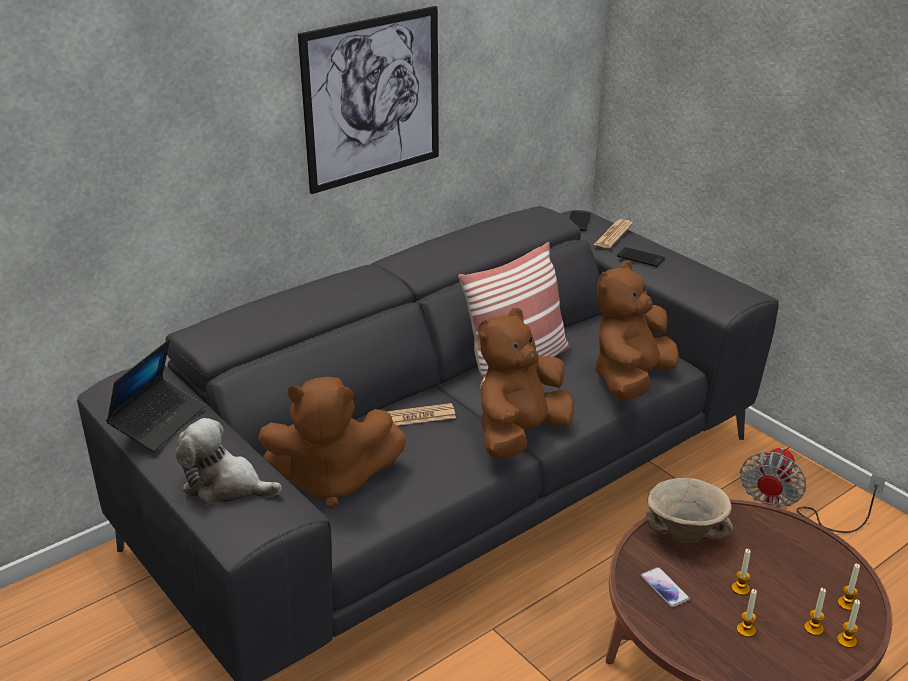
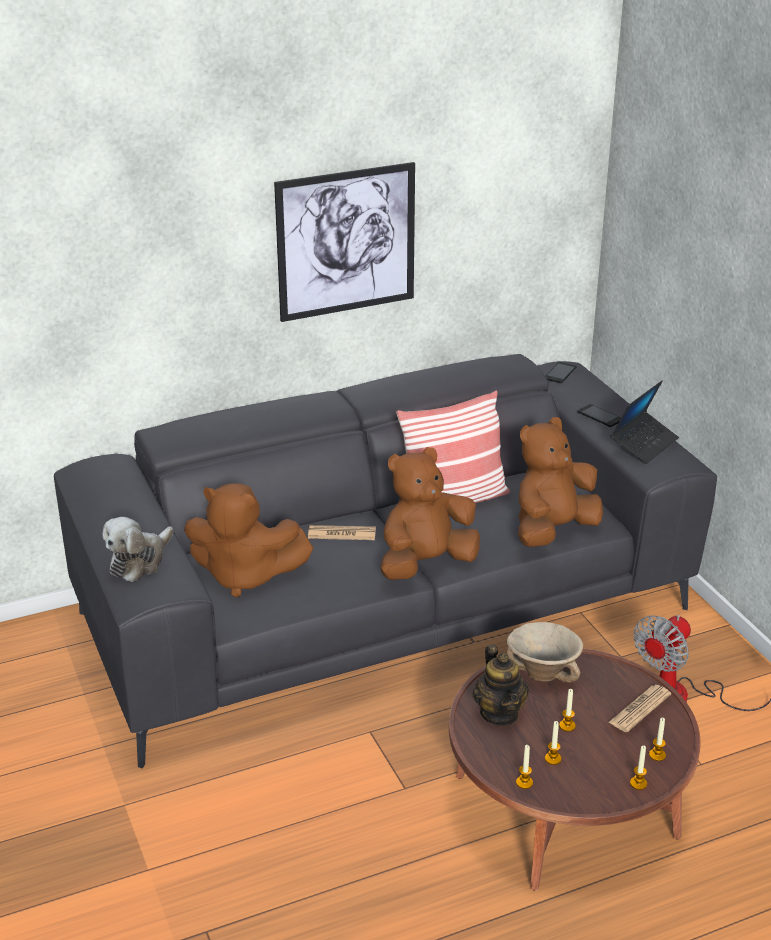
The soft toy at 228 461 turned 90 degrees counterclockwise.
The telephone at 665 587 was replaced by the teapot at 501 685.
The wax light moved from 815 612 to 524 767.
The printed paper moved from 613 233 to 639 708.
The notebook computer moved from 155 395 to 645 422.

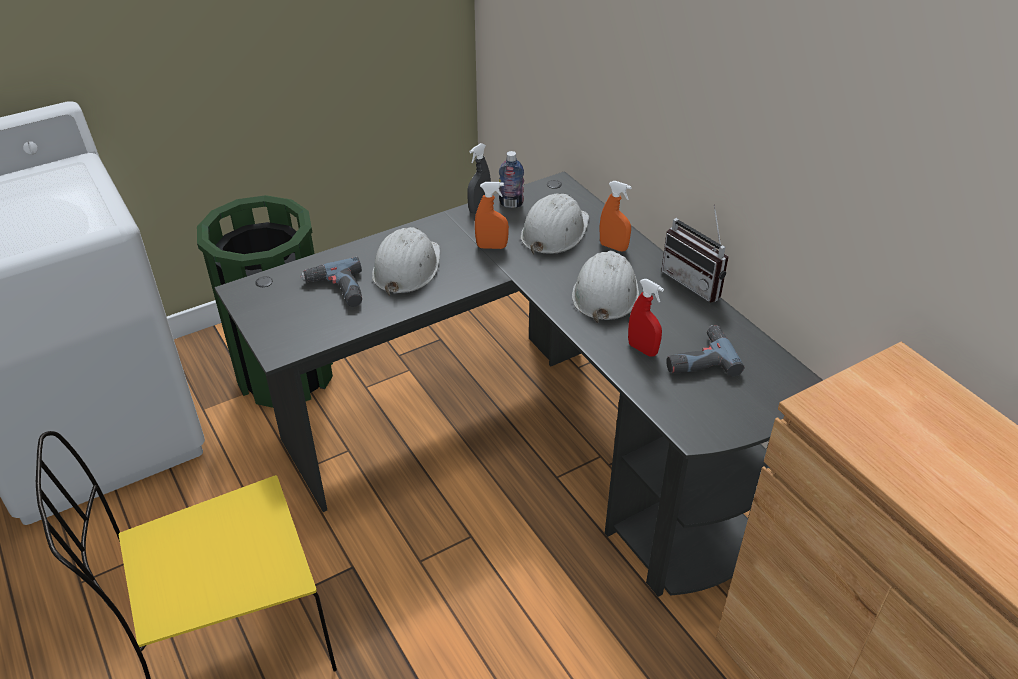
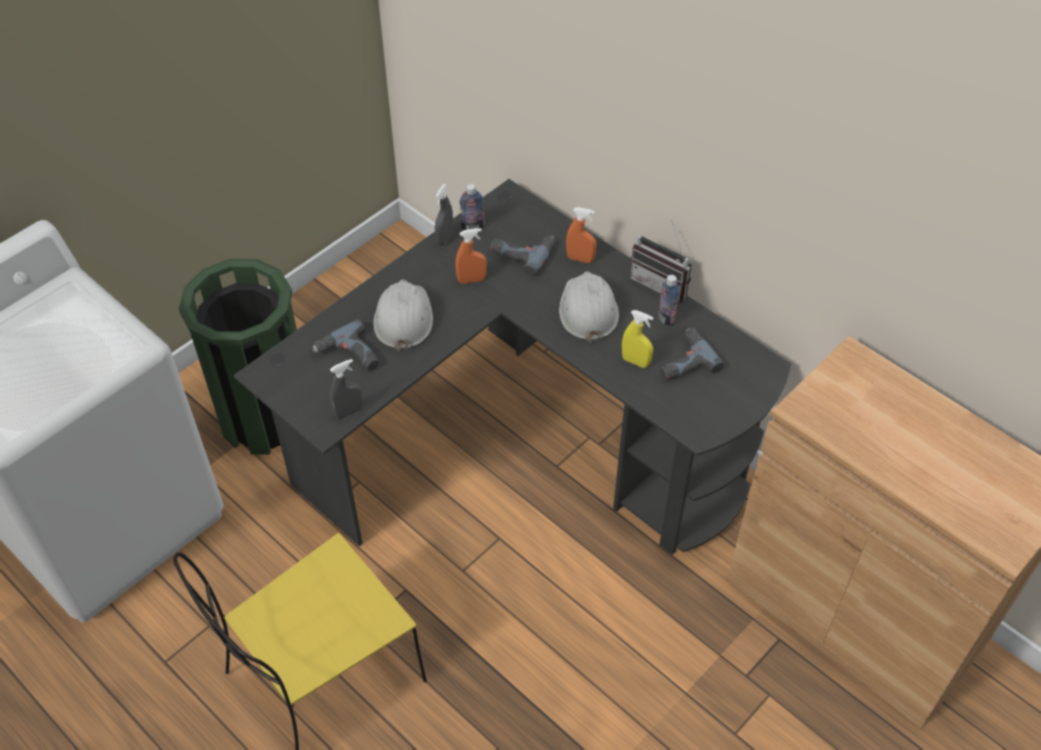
The greyish sprayer at 346 389 appeared.
The white-coloured hard hat at 554 224 was replaced by the power drill at 522 255.
The red-coloured sprayer at 646 318 became the yellow sprayer at 637 339.
The drink bottle at 668 300 appeared.

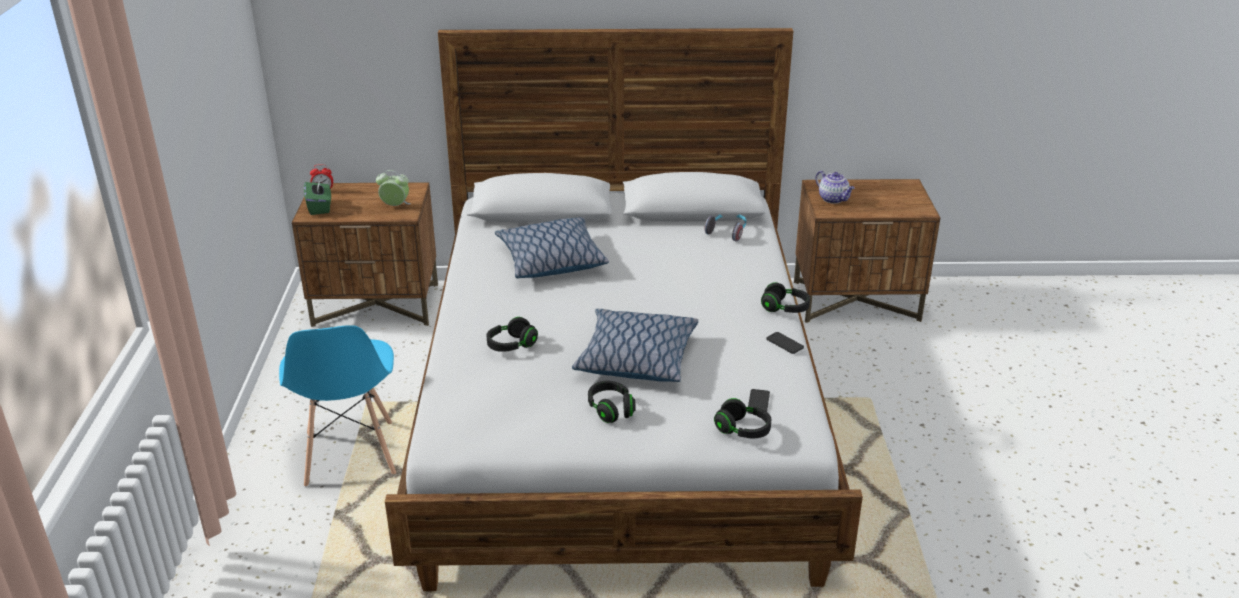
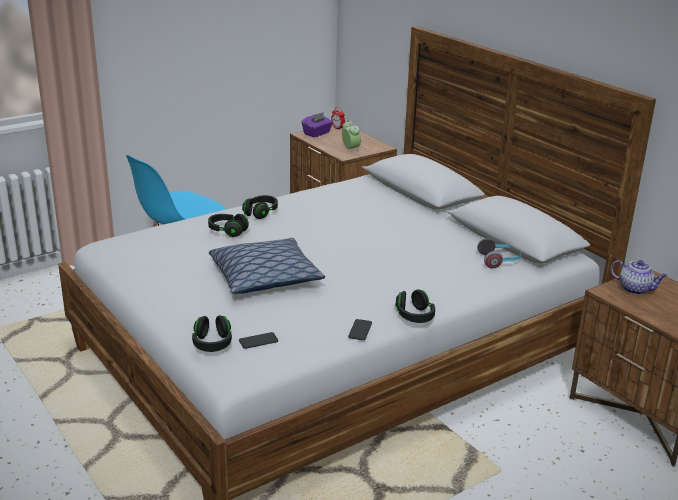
The black headset moved from 611 402 to 260 207.
The greenish box of tissues at 317 197 became the purple-coloured box of tissues at 317 124.
The teapot at 835 187 turned 75 degrees counterclockwise.
The pillow at 552 247 disappeared.

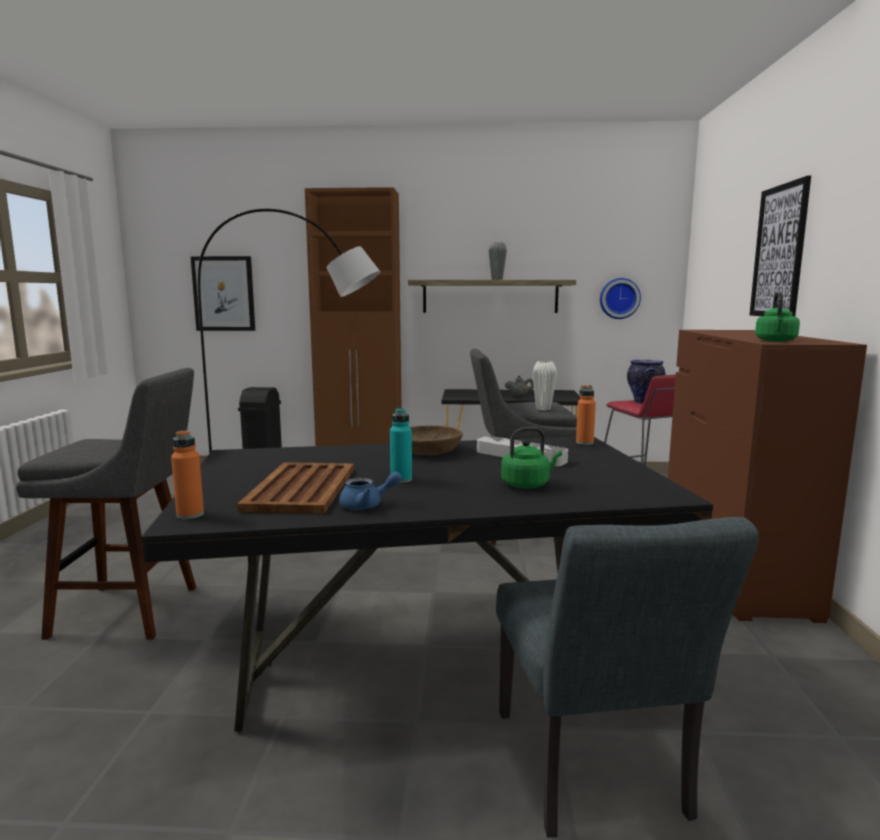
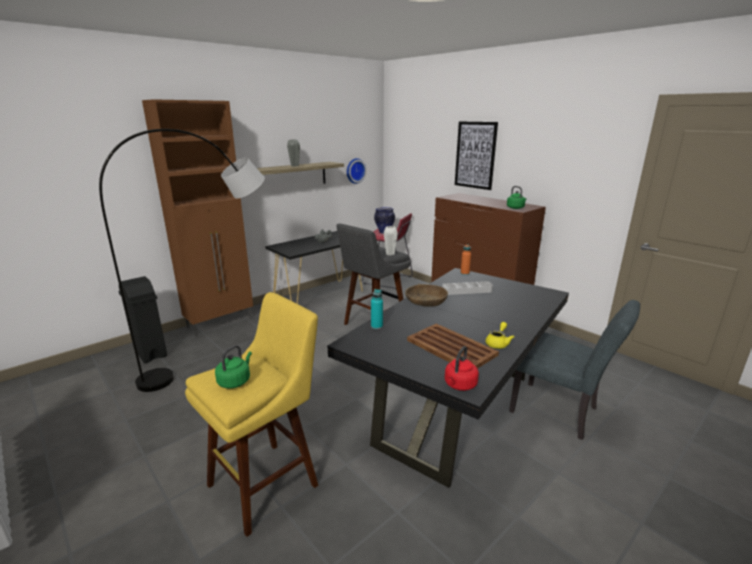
The greyish stool at 106 504 became the yellow stool at 251 414.
The greenish kettle moved from 531 458 to 233 367.
The turquoise drink bottle moved from 401 445 to 377 309.
The orange-coloured drink bottle at 187 474 was replaced by the red-coloured kettle at 462 368.
The bluish teapot at 370 490 became the yellow teapot at 500 335.
The picture at 223 293 disappeared.

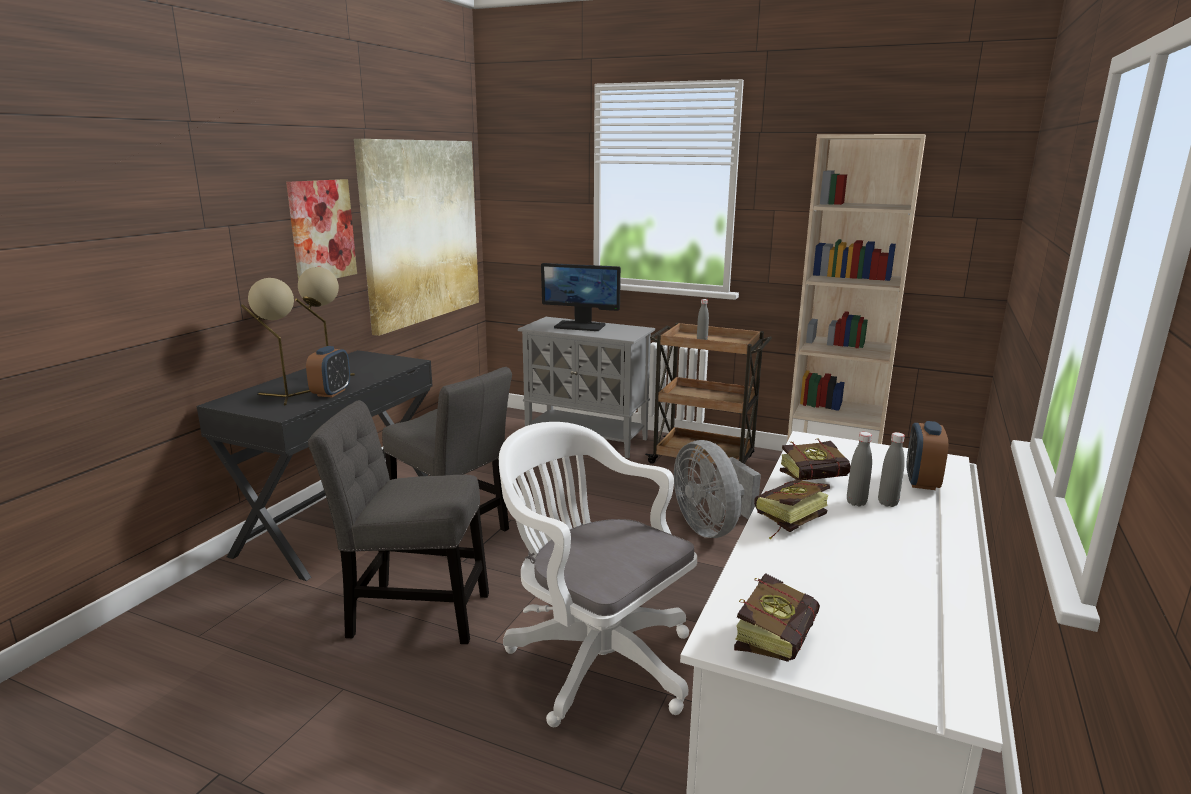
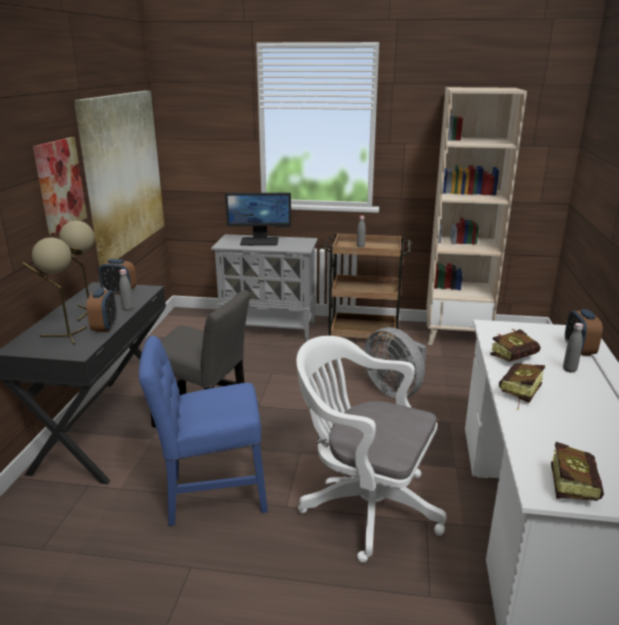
The table clock at 117 277 appeared.
The greyish drink bottle moved from 859 469 to 126 290.
The greyish upright chair at 398 522 became the bluish upright chair at 203 431.

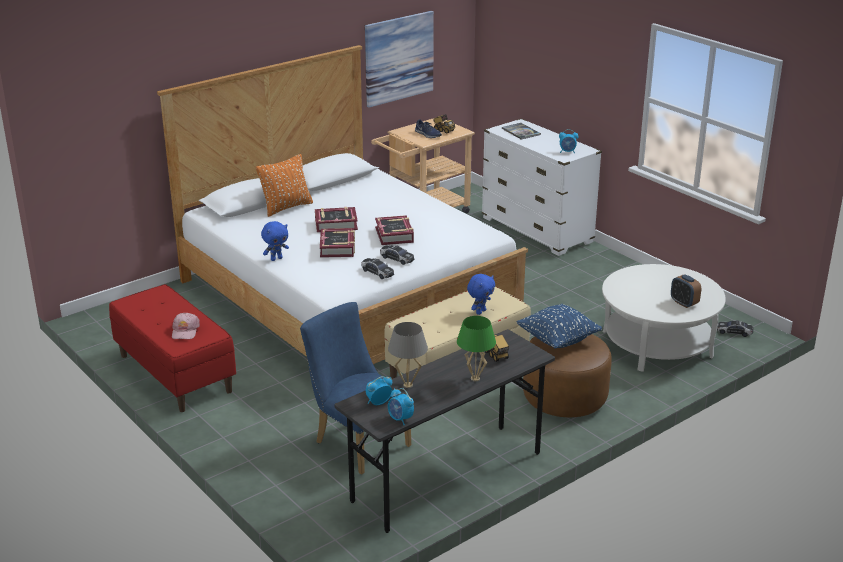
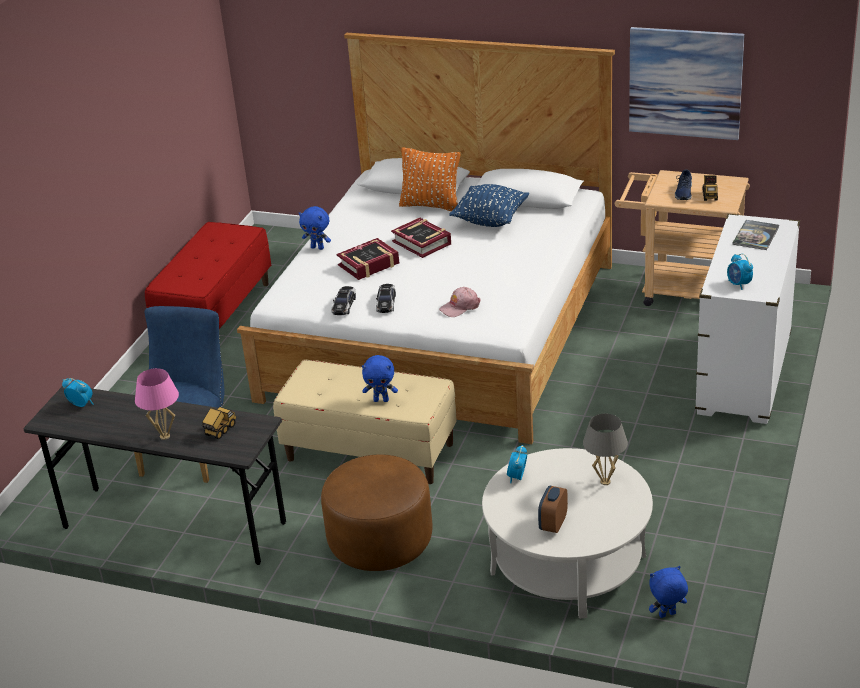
The greenish tabletop lamp at 476 348 became the pinkish tabletop lamp at 157 404.
The pinkish baseball cap moved from 186 326 to 460 302.
The bluish pillow moved from 559 326 to 489 205.
The table clock moved from 401 406 to 517 464.
The greyish tabletop lamp moved from 408 355 to 605 449.
The model car at 735 328 was replaced by the bluish soft toy at 668 592.
The volume at 394 230 disappeared.

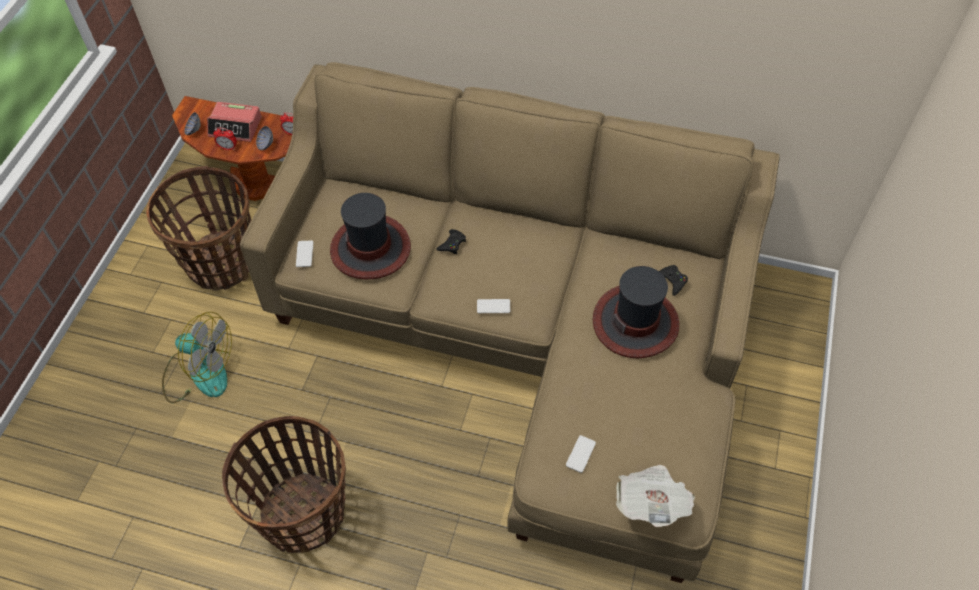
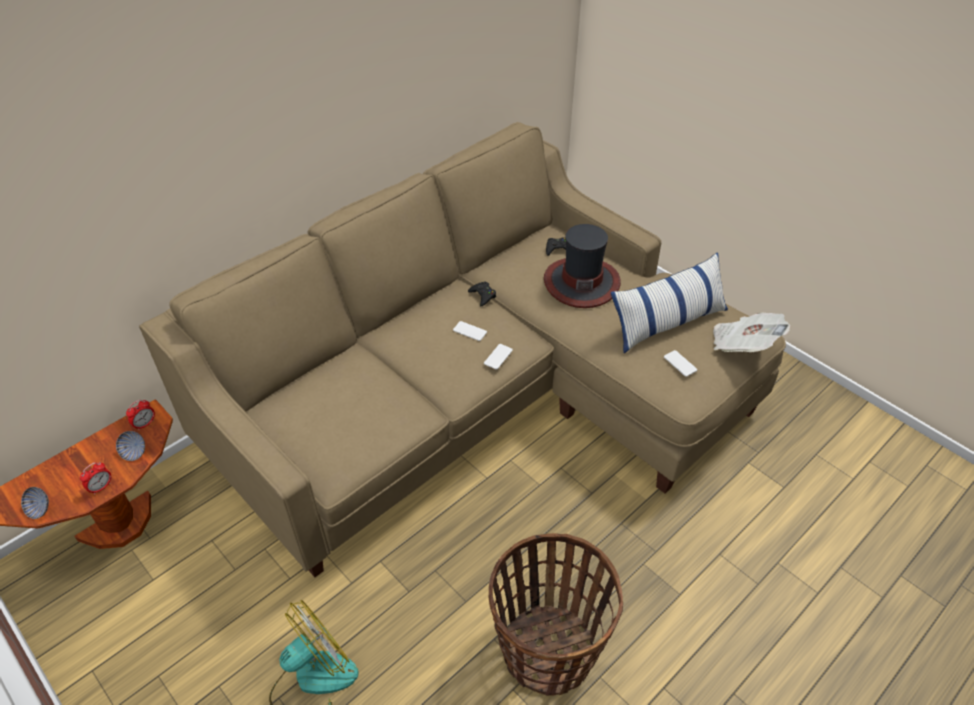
The telephone moved from 304 253 to 470 331.
The black game controller moved from 451 241 to 482 293.
The pillow at 669 302 appeared.
The storage basket at 198 228 disappeared.
The table clock at 234 122 disappeared.
The wearable hat at 370 236 disappeared.

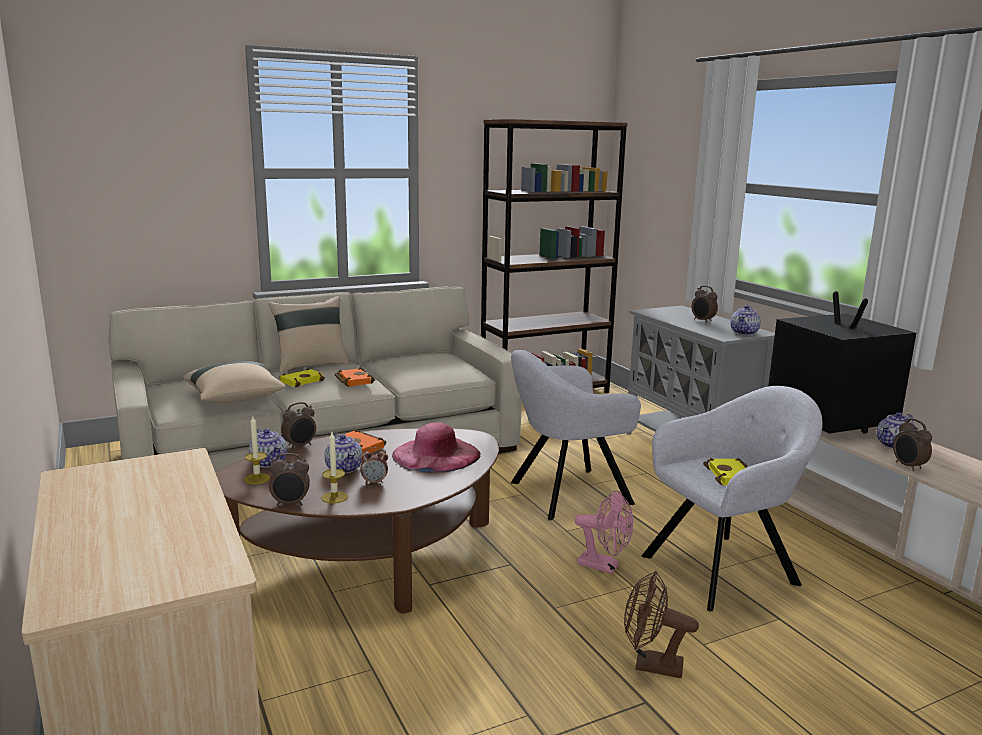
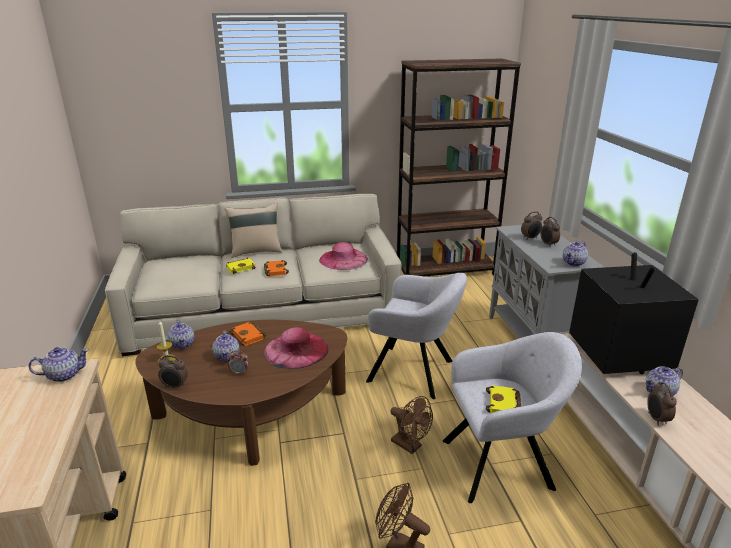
The teapot at 59 364 appeared.
The pinkish wearable hat at 343 256 appeared.
The greyish lounge chair at 576 435 turned 150 degrees counterclockwise.
The pinkish cooling fan at 604 532 became the brown cooling fan at 411 425.
The table clock moved from 298 425 to 531 225.
The sand-coloured pillow at 234 382 disappeared.
The wax light at 334 467 disappeared.

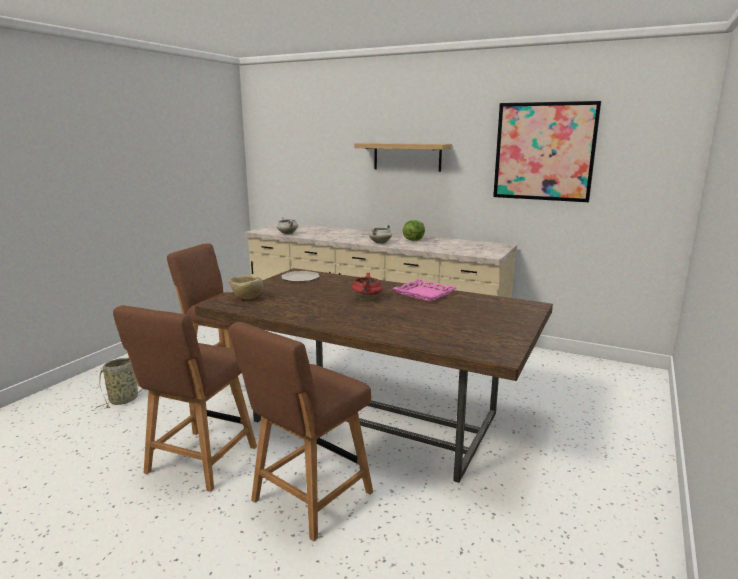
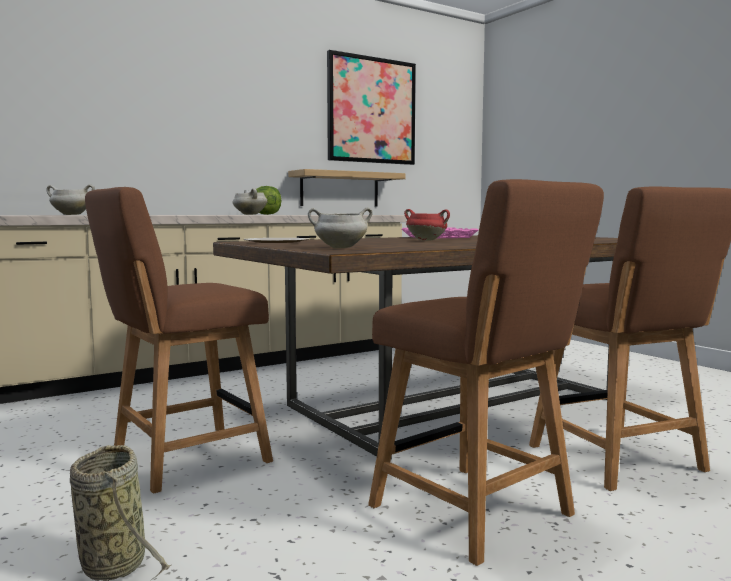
The wall shelf moved from 403 157 to 347 188.
The sand-coloured serving bowl at 246 287 was replaced by the white-coloured stockpot at 340 228.

